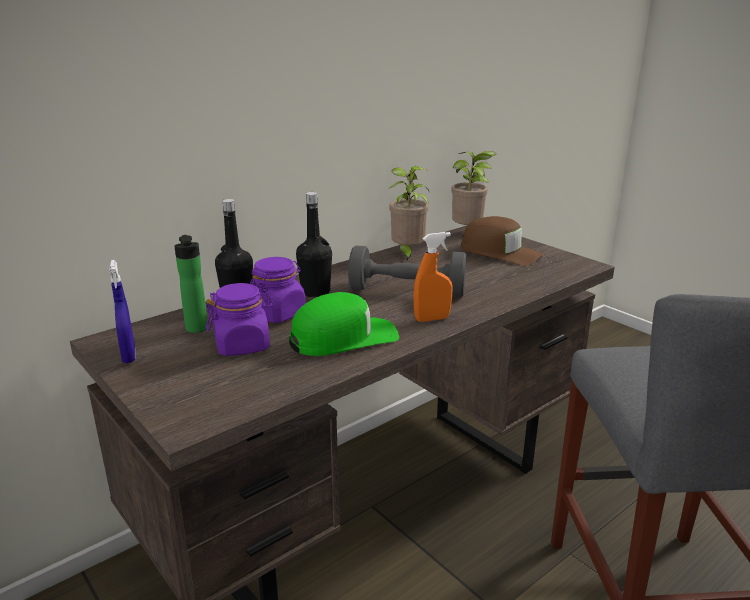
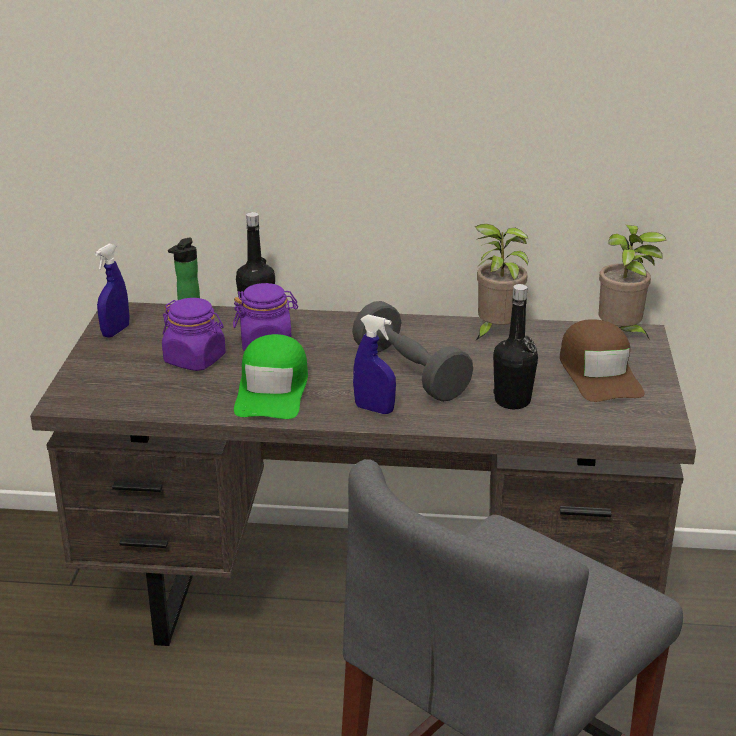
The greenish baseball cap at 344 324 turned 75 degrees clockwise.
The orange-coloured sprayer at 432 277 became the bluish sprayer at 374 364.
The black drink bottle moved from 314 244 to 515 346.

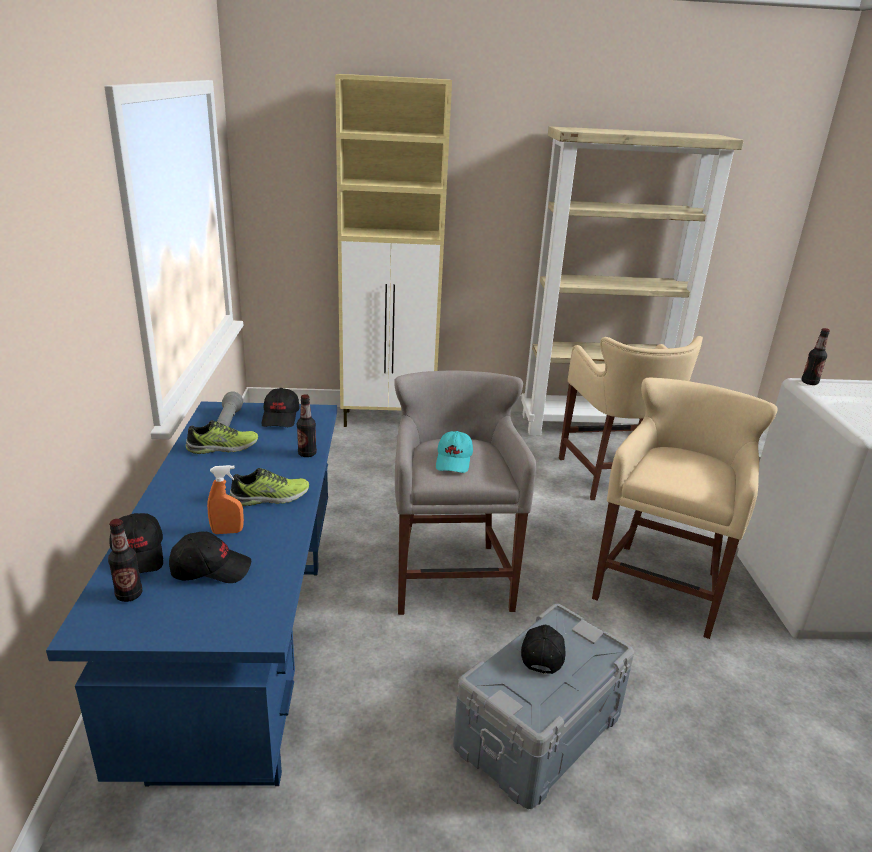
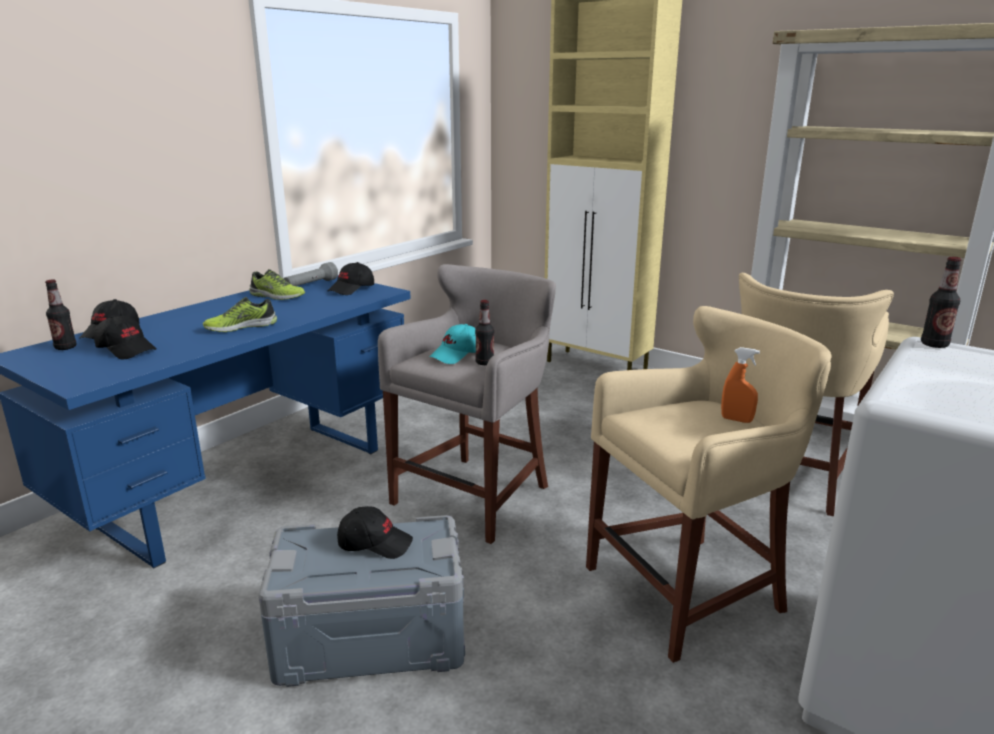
The low shoe at 269 487 turned 135 degrees clockwise.
The black baseball cap at 543 649 turned 45 degrees clockwise.
The drink bottle moved from 307 425 to 484 332.
The orange-coloured sprayer moved from 225 499 to 740 385.

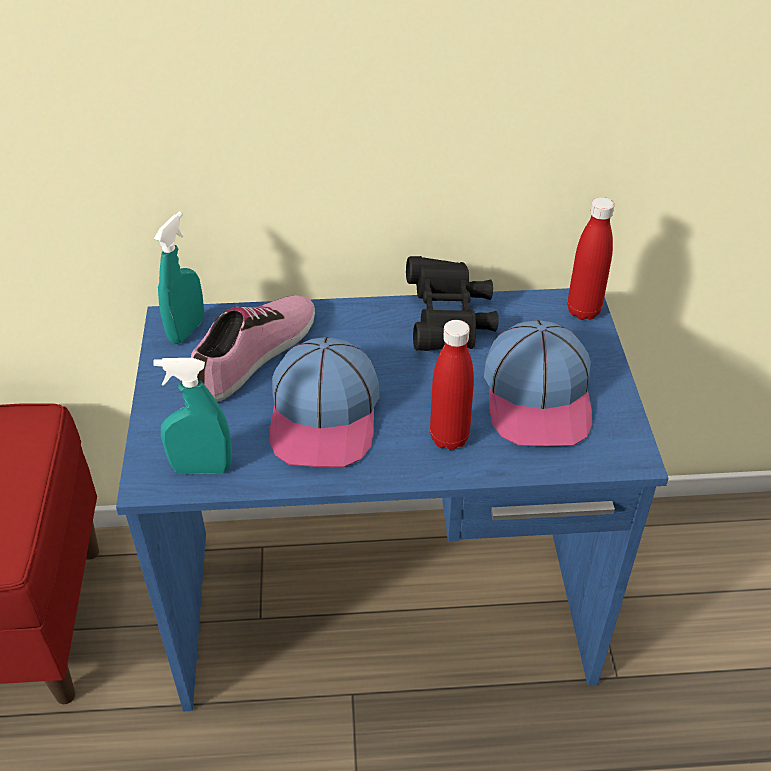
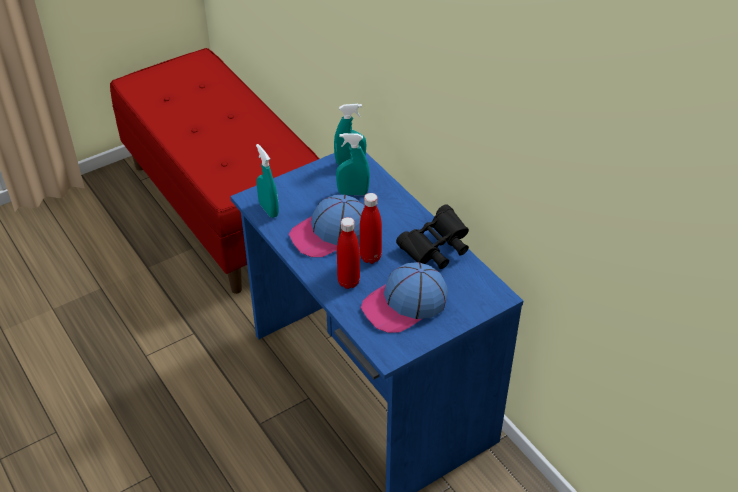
The low shoe at 253 348 was replaced by the turquoise sprayer at 353 164.
The red-coloured drink bottle moved from 591 258 to 371 228.

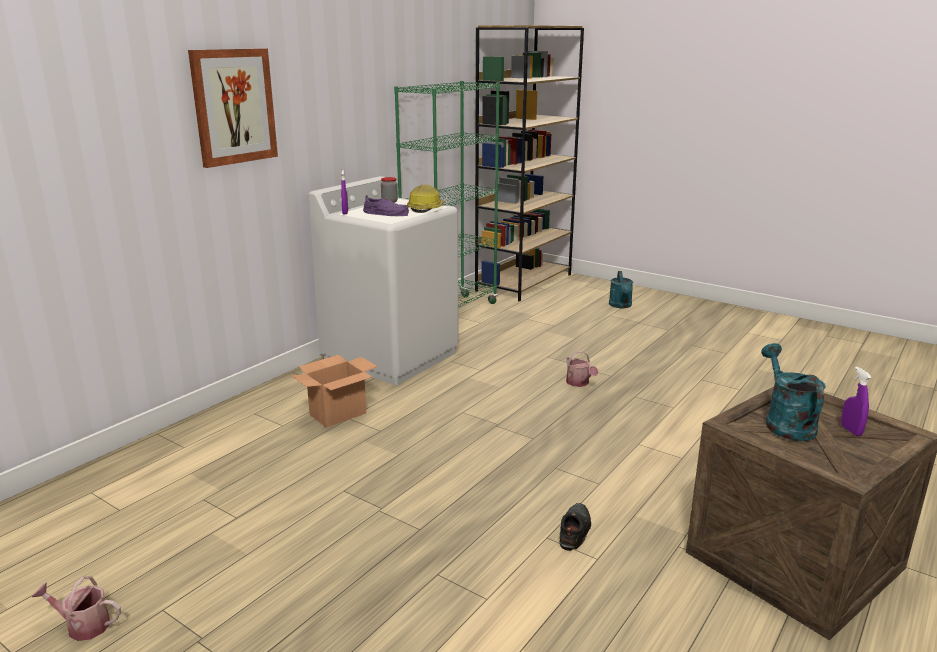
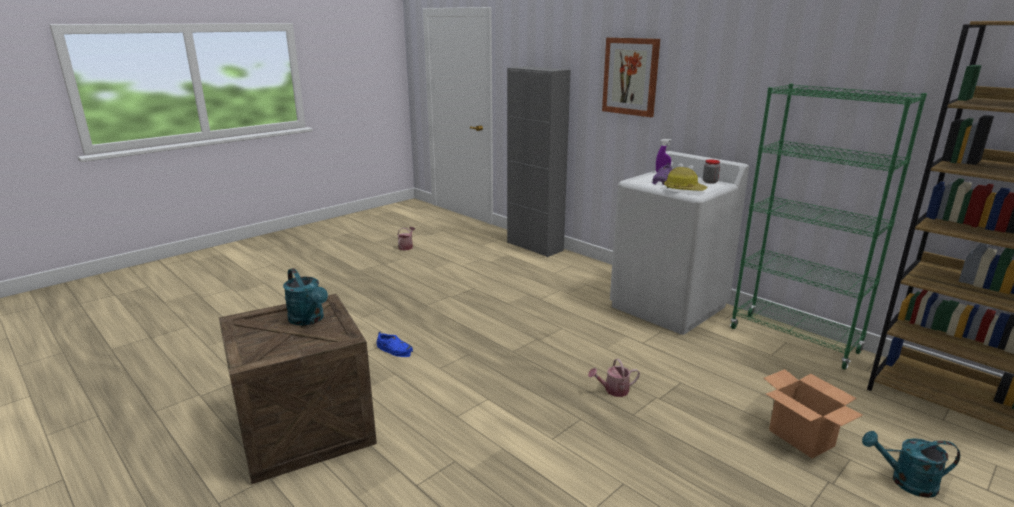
The turquoise watering pot at 793 392 turned 45 degrees clockwise.
The black low shoe at 575 527 became the bluish low shoe at 394 344.
The greyish cupboard at 539 161 appeared.
The cardboard box moved from 334 391 to 813 414.
The purple-coloured sprayer at 856 401 disappeared.

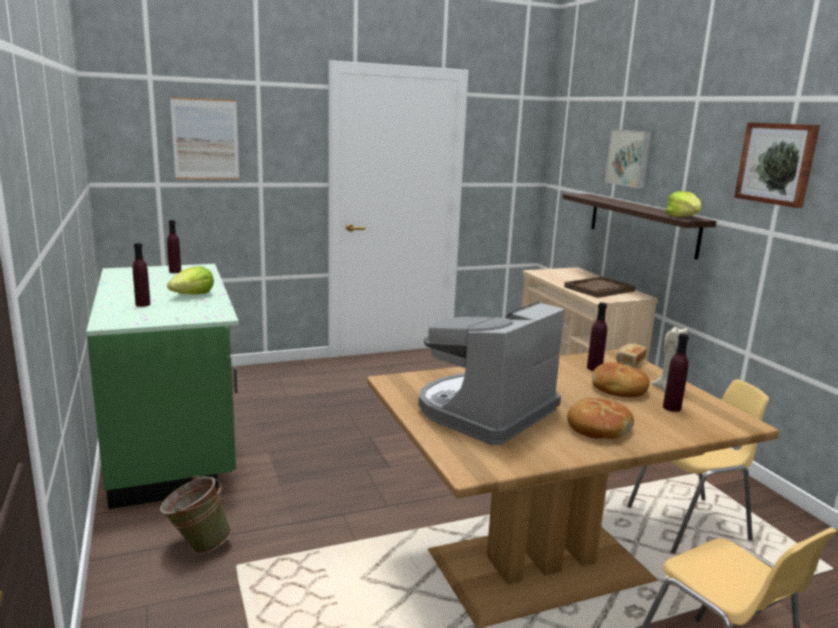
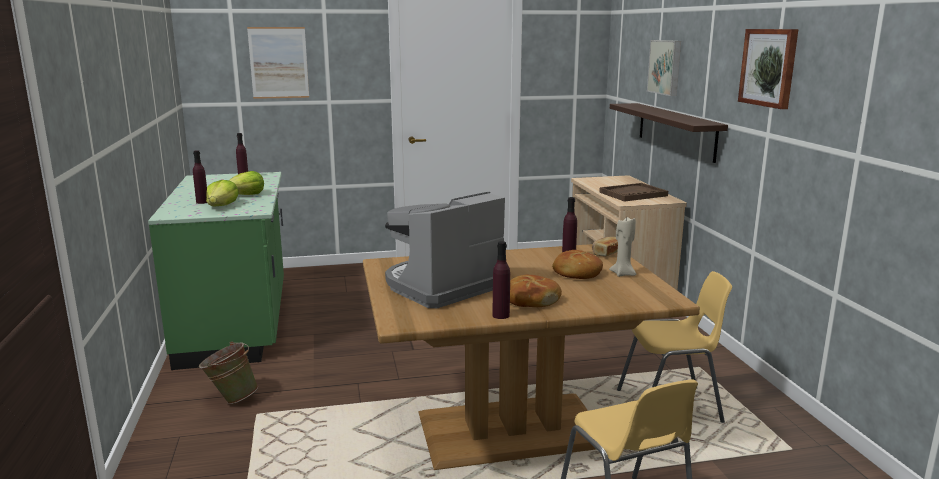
The head of lettuce moved from 683 204 to 222 193.
The purple-coloured drink bottle moved from 676 372 to 501 280.

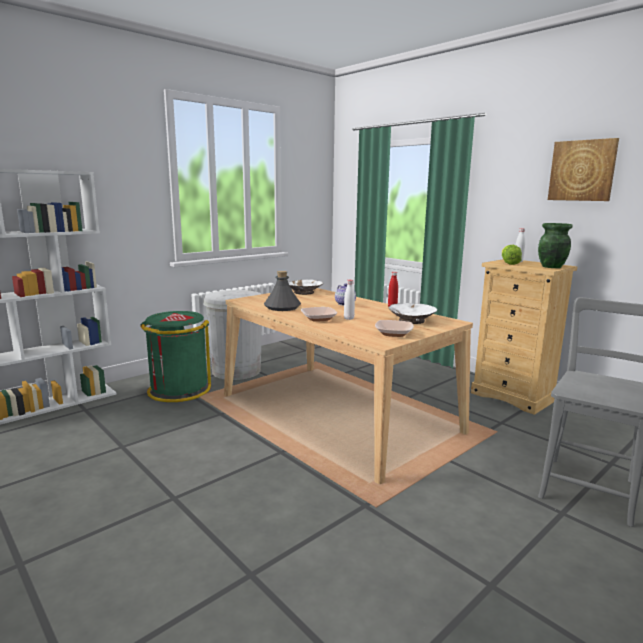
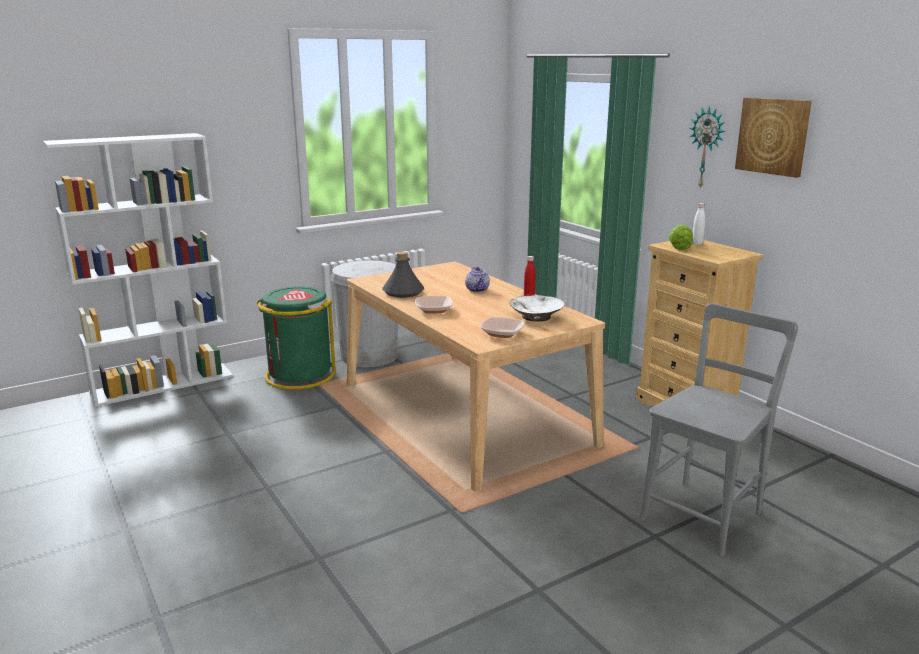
The wall clock at 708 147 appeared.
The white-coloured serving bowl at 305 287 disappeared.
The white-coloured drink bottle at 349 300 disappeared.
The greenish decorative vase at 555 245 disappeared.

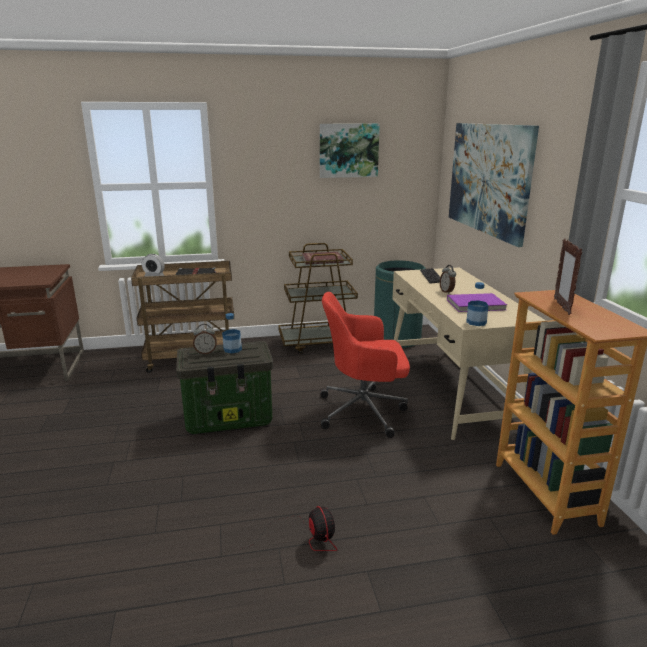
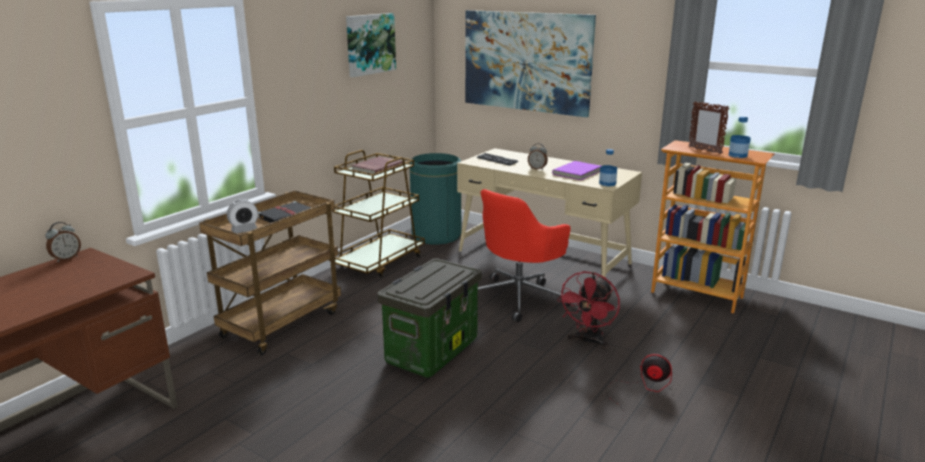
The table clock moved from 205 339 to 63 242.
The red-coloured cooling fan at 588 310 appeared.
The drink bottle moved from 232 333 to 740 137.

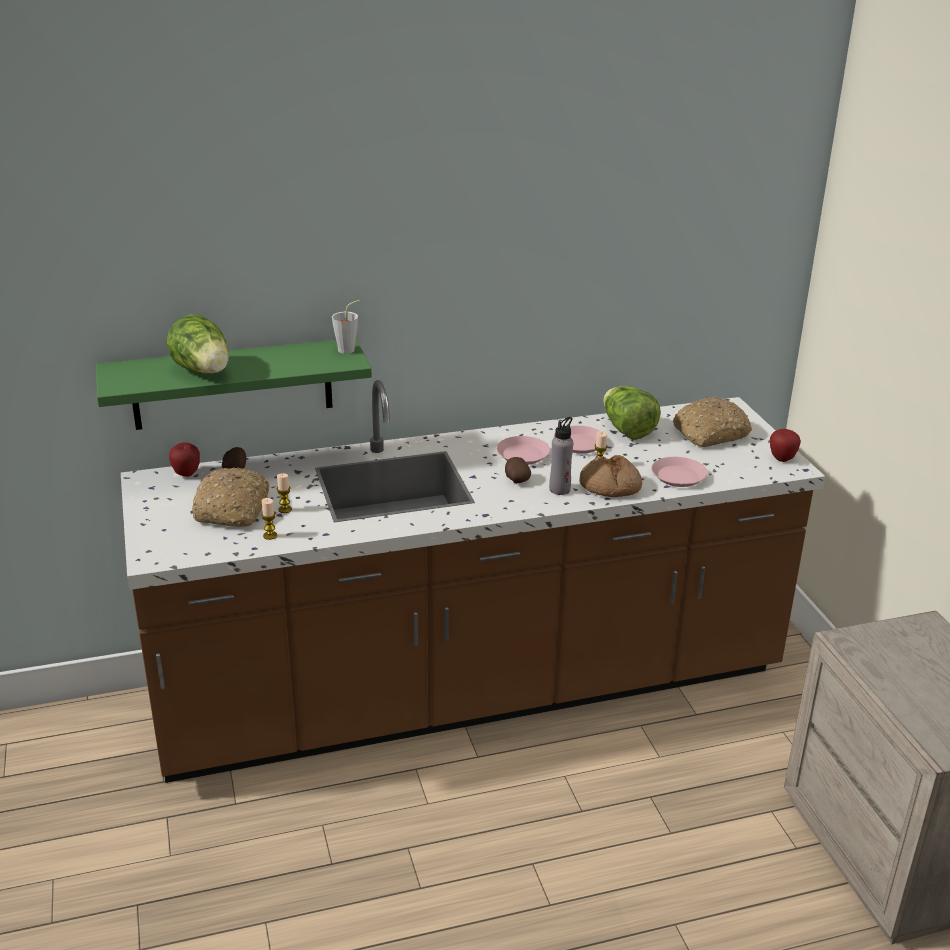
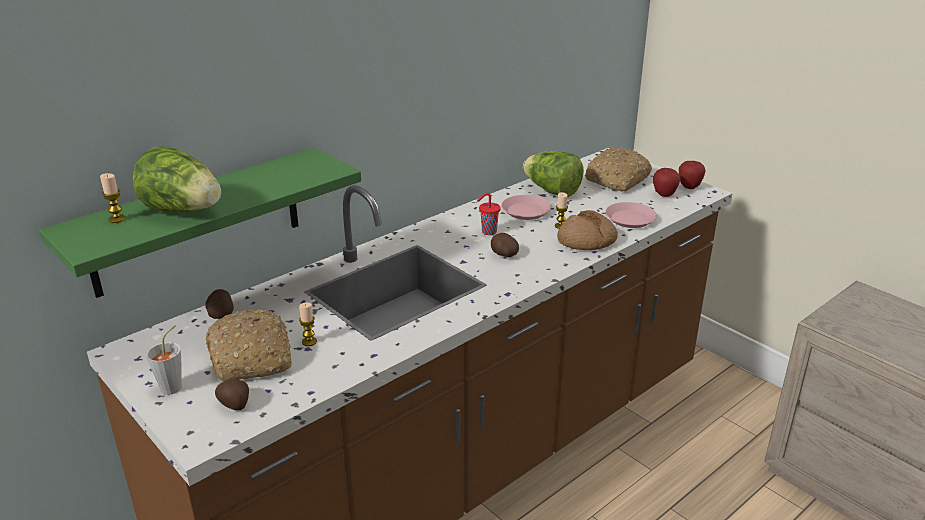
The wax light moved from 269 519 to 113 198.
The greyish small cup moved from 346 327 to 164 360.
The spud at 232 394 appeared.
The pinkish dinner plate at 523 450 was replaced by the red-coloured small cup at 488 214.
The whole apple moved from 184 459 to 667 182.
The greyish drink bottle at 561 456 disappeared.

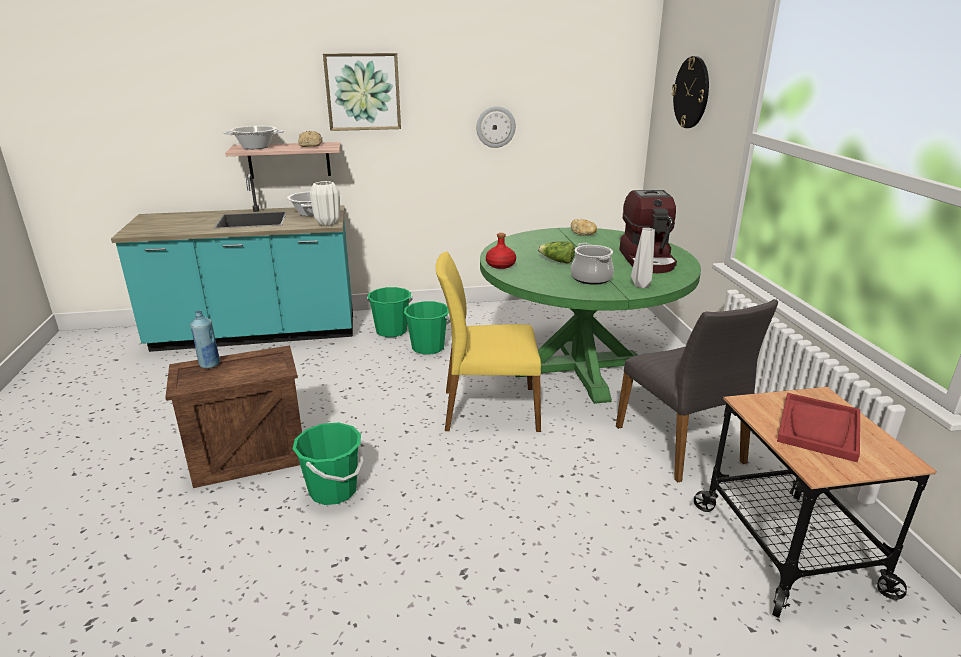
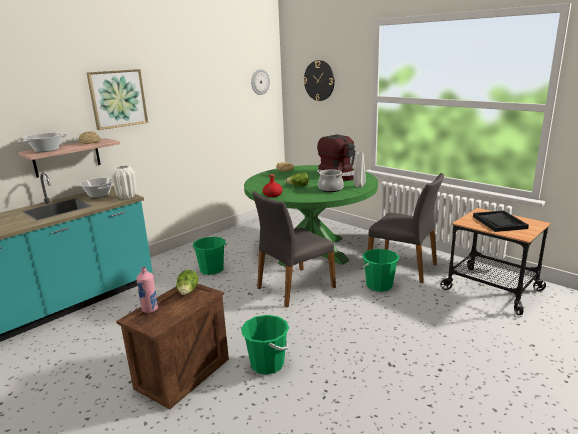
The bluish drink bottle at 205 339 became the pinkish drink bottle at 147 289.
The head of lettuce at 187 282 appeared.
The wall clock moved from 496 127 to 260 82.
The yellow upright chair at 488 342 became the greyish upright chair at 294 249.
The greenish water bucket moved from 389 312 to 380 270.
The red-coloured carrying tray at 818 427 became the black carrying tray at 501 221.

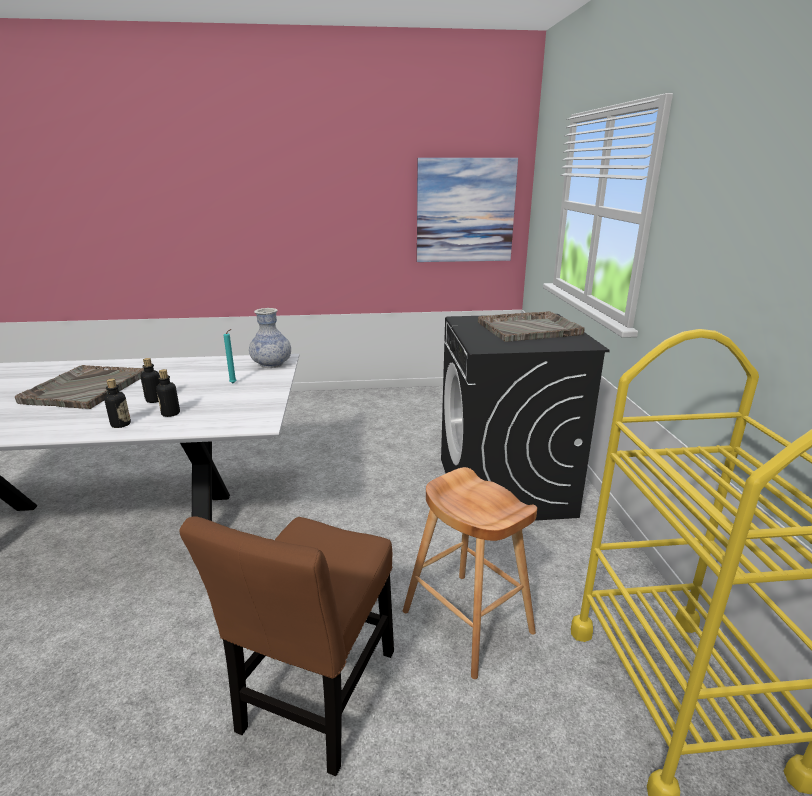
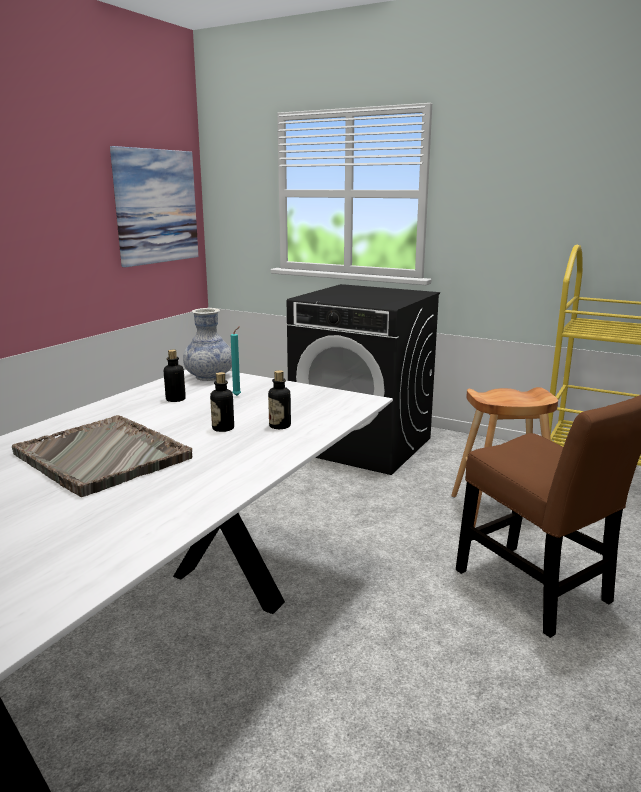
The drink bottle moved from 117 403 to 175 376.
The greyish carrying tray at 531 326 disappeared.

